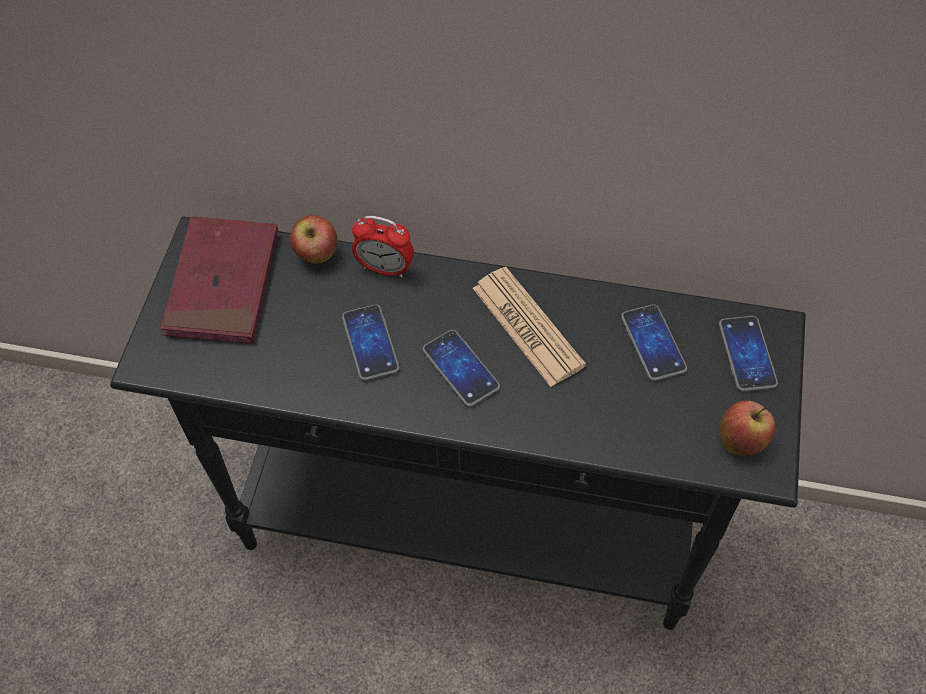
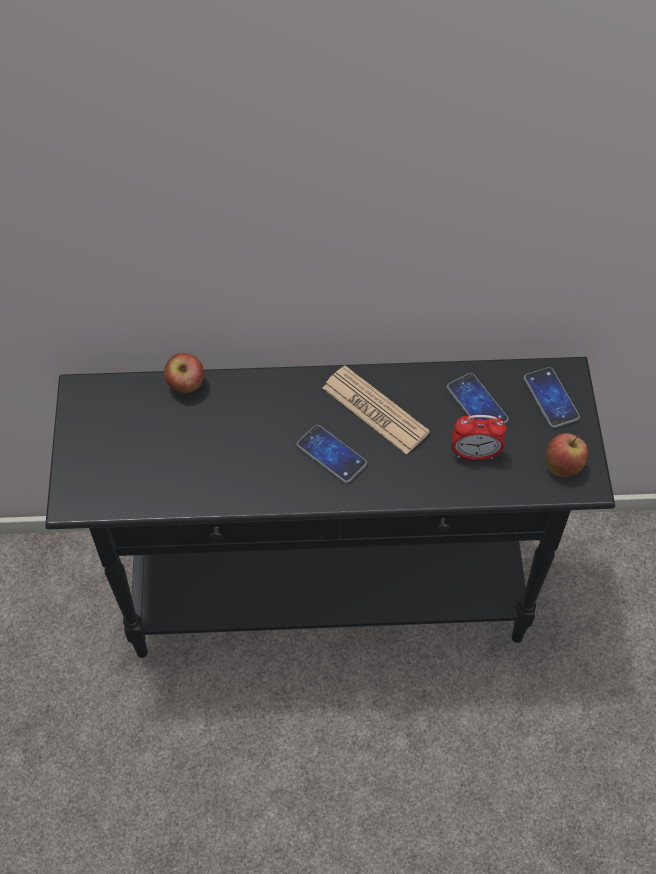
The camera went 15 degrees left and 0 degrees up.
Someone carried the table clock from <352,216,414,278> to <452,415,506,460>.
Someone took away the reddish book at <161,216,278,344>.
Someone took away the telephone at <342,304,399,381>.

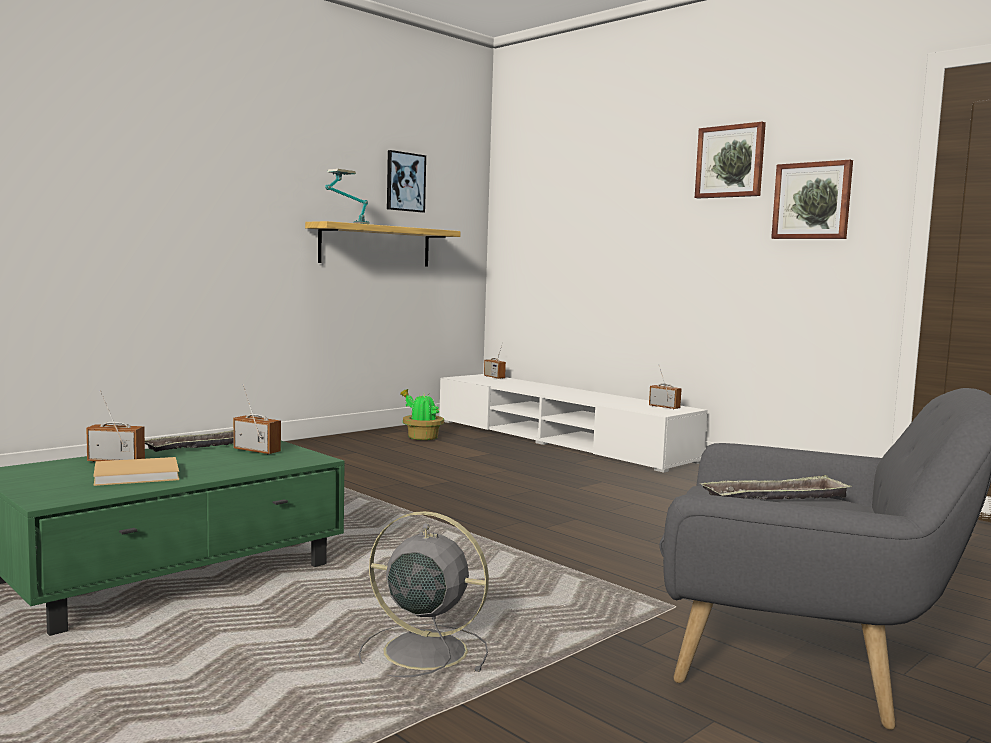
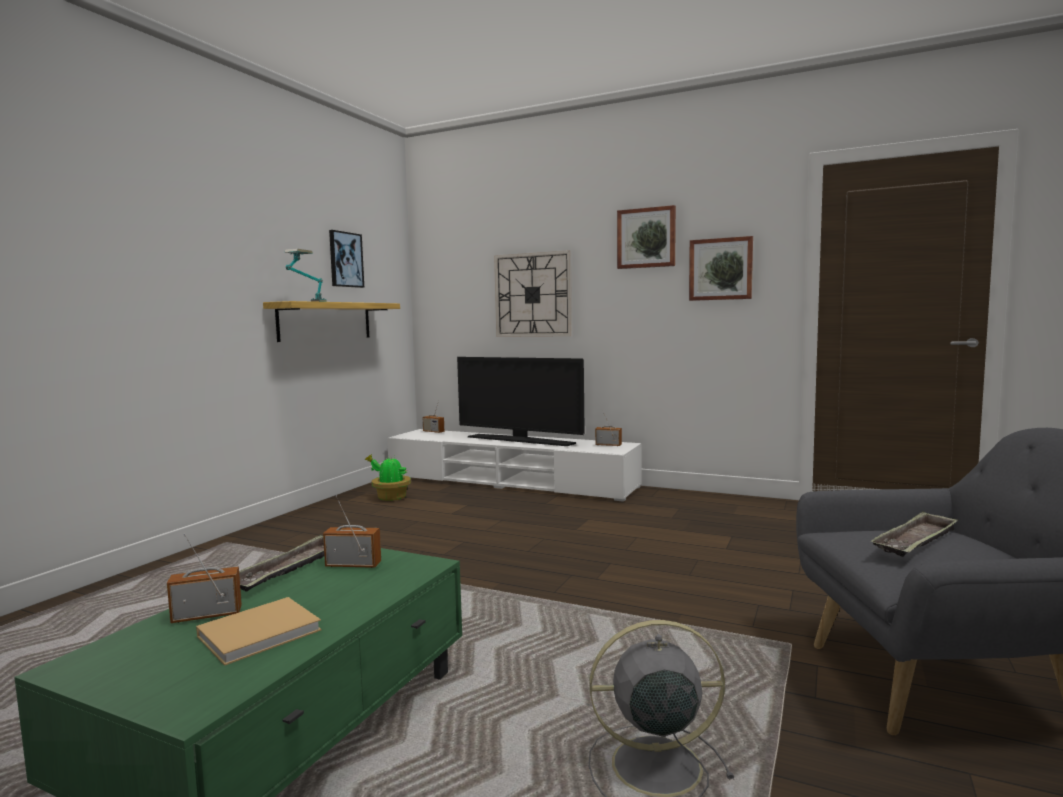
The camera went 20 degrees left and 0 degrees up.
Someone put down the television at <457,357,585,446>.
Someone put up the wall clock at <494,250,572,337>.

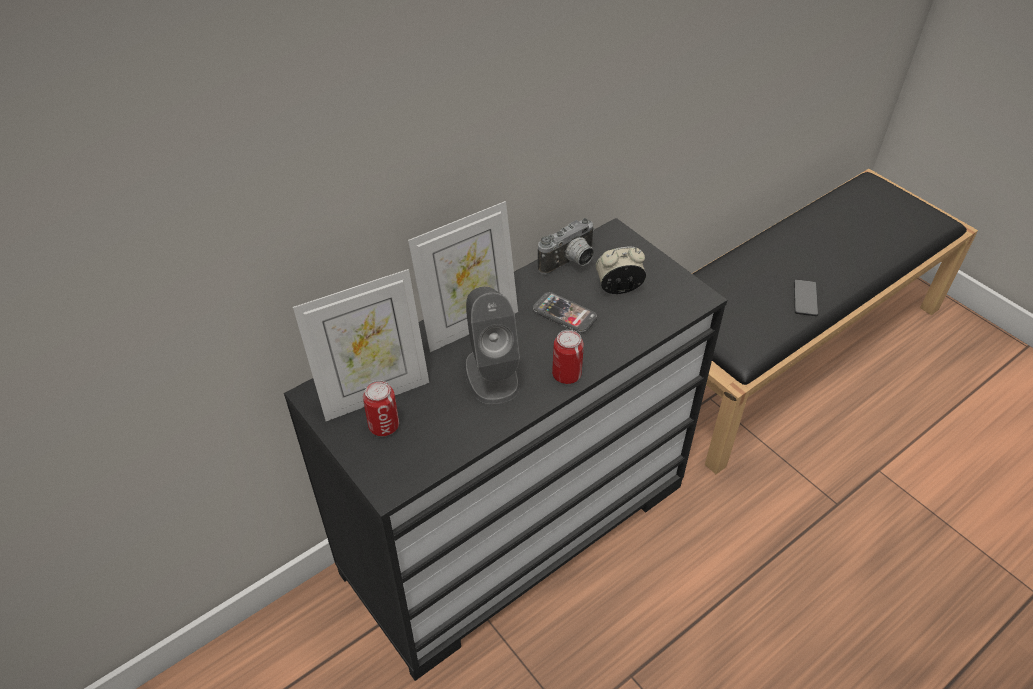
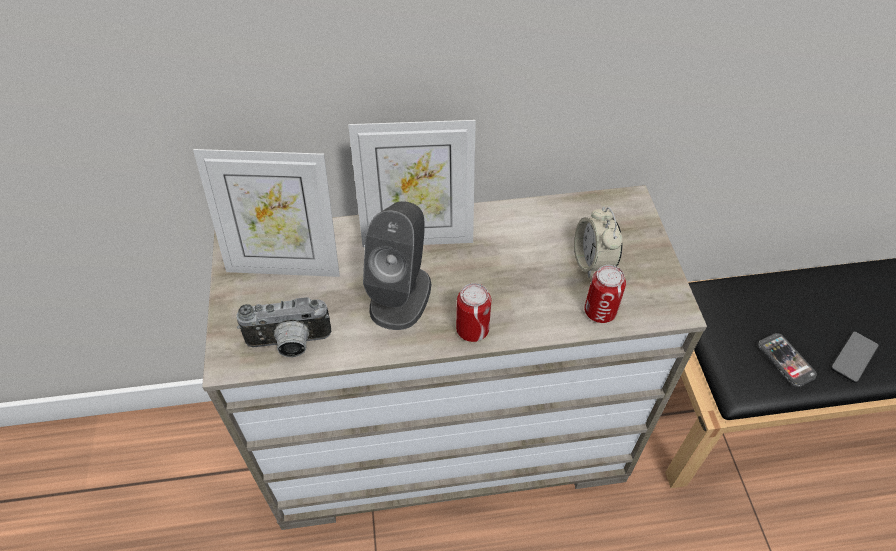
The camera went 30 degrees right and 5 degrees up.
Someone repainted the black chest of drawers at <284,218,727,681>, which became the beige-coloured chest of drawers at <202,185,707,530>.
Someone carried the still camera from <538,218,595,275> to <236,297,331,357>.
Someone rotated the table clock at <596,247,646,294> by 120 degrees counterclockwise.
Someone carried the can from <363,380,399,436> to <584,265,626,323>.
Someone carried the telephone from <533,292,597,334> to <758,333,817,387>.

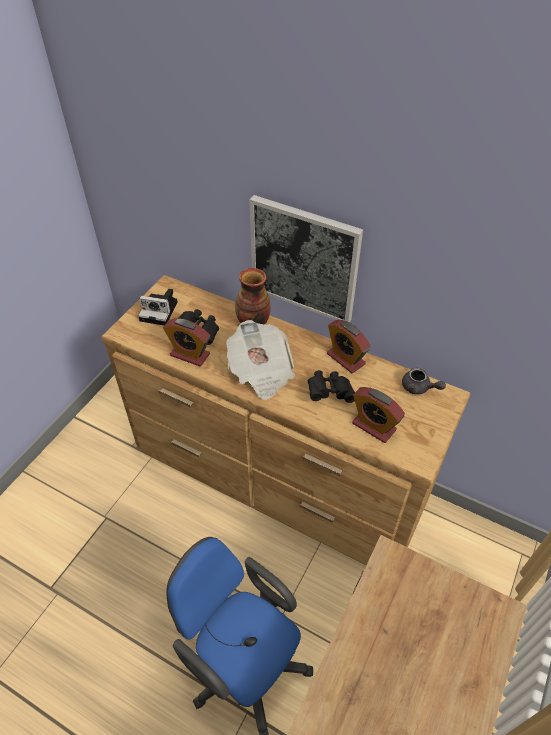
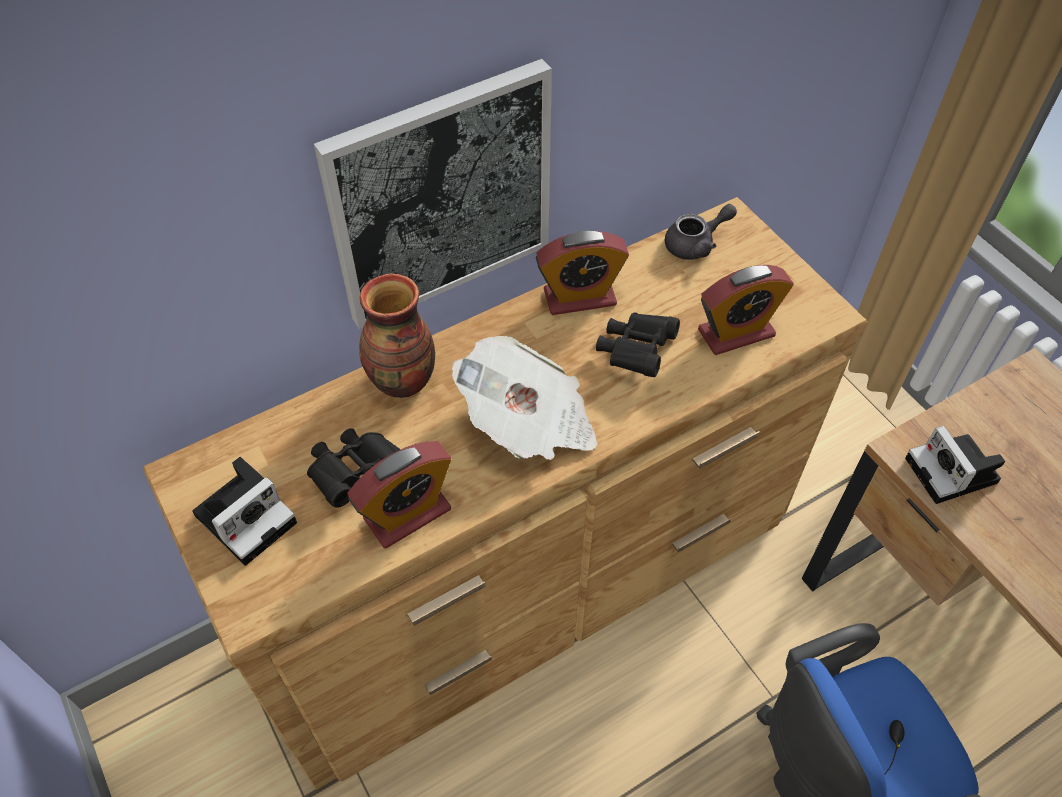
The camera went 60 degrees left and 5 degrees up.
Someone put down the still camera at <905,426,1005,504>.

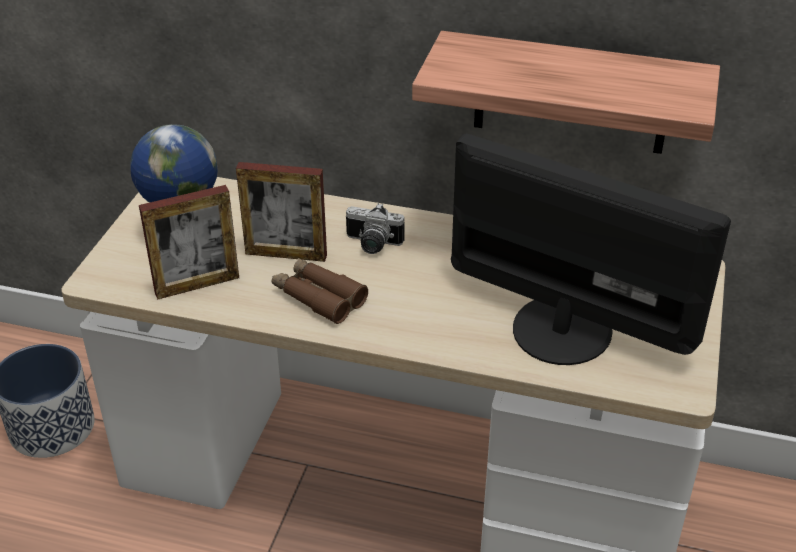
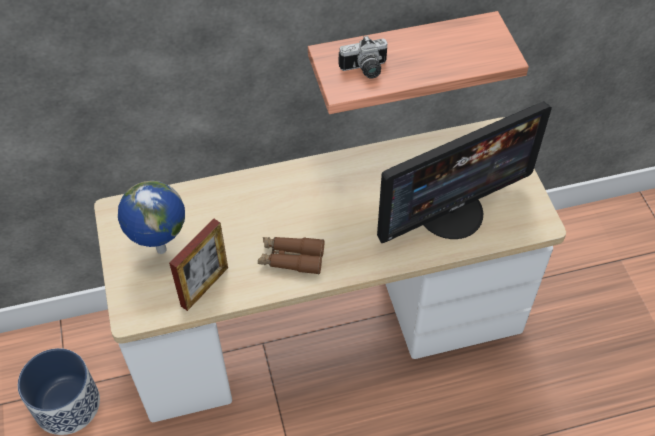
The camera went 30 degrees left and 15 degrees up.
Someone carried the still camera from <346,203,405,254> to <339,35,388,79>.
Someone rotated the monitor at <451,134,731,365> by 150 degrees clockwise.
Someone took away the photo frame at <236,162,327,262>.

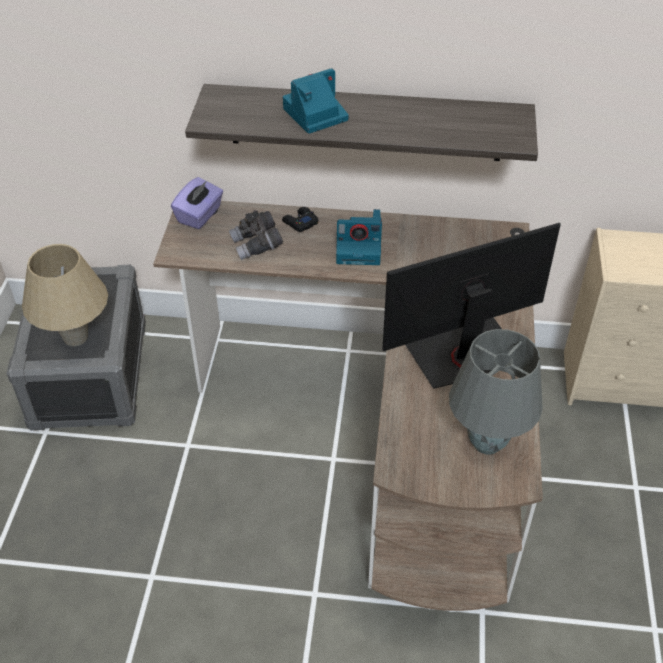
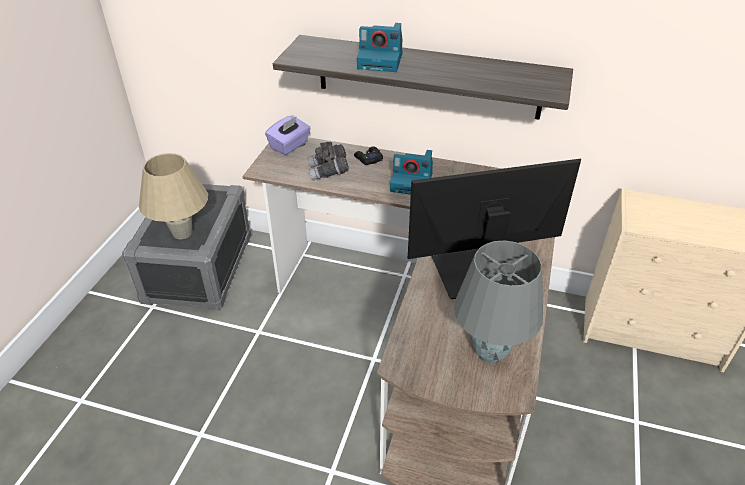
The camera went 10 degrees right and 5 degrees down.
Someone rotated the still camera at <283,68,349,134> by 150 degrees counterclockwise.

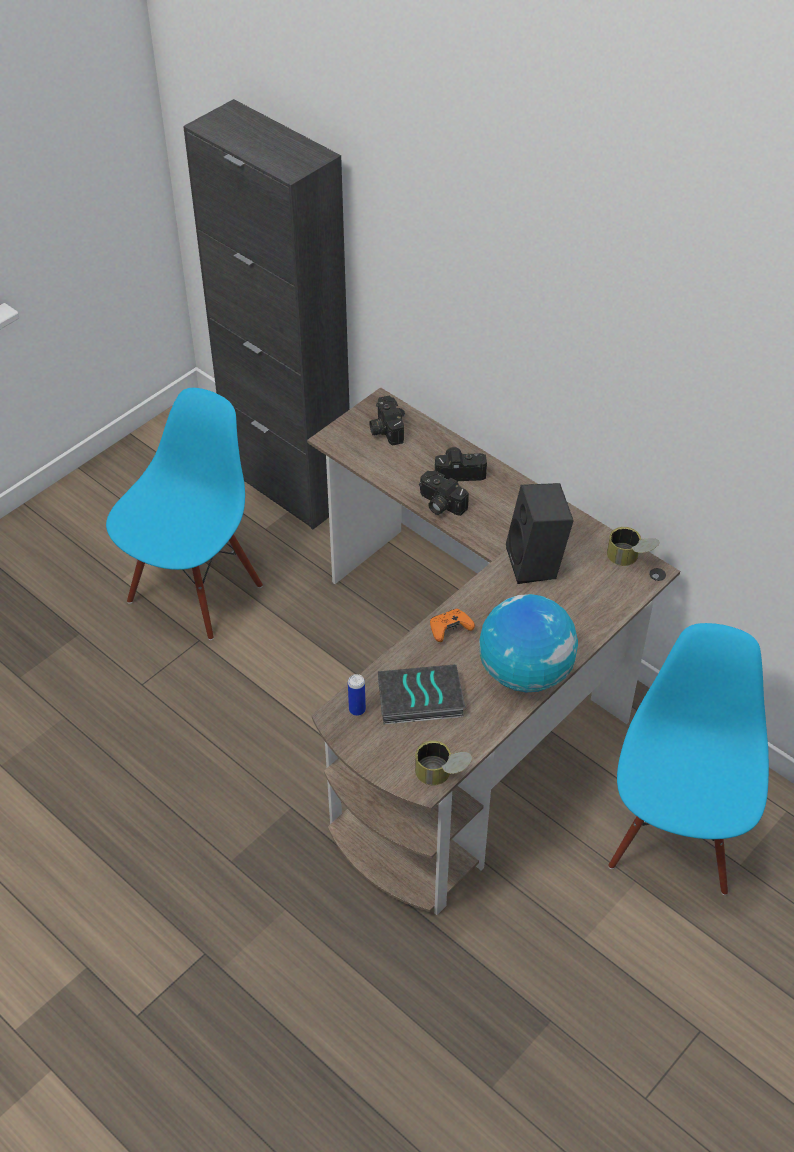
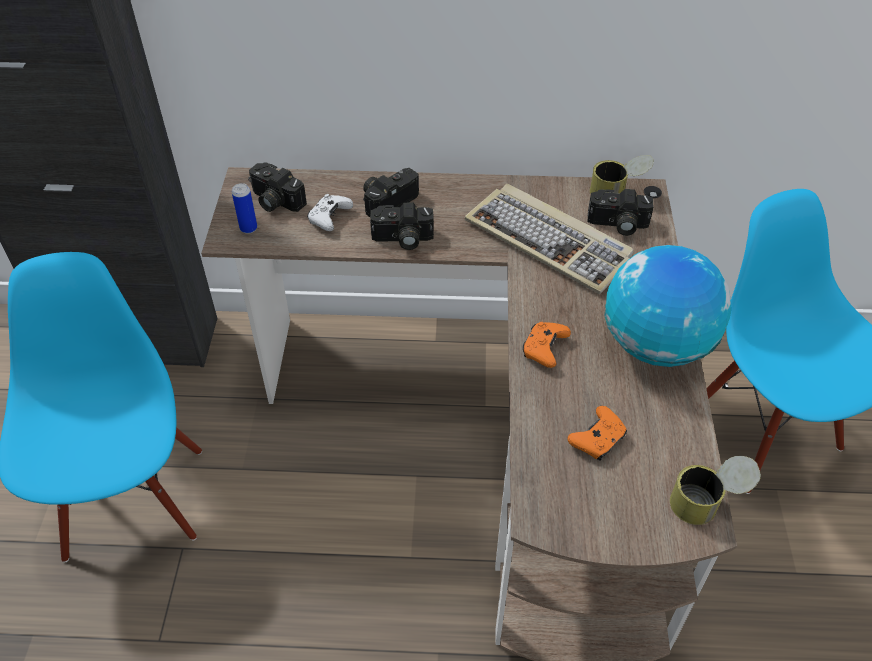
The camera went 40 degrees left and 0 degrees up.
Someone carried the can from <348,674,366,716> to <232,183,257,234>.
Someone put down the white joypad at <307,194,353,231>.
Someone swapped the black audio speaker at <506,483,574,584> for the computer keyboard at <465,184,633,294>.
Someone swapped the book at <378,664,465,724> for the orange-coloured joypad at <568,406,627,461>.
Someone put down the still camera at <587,189,653,236>.

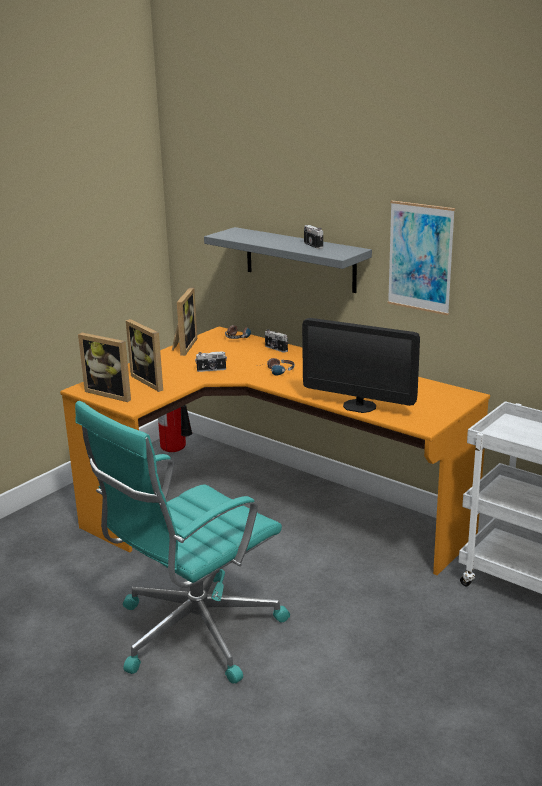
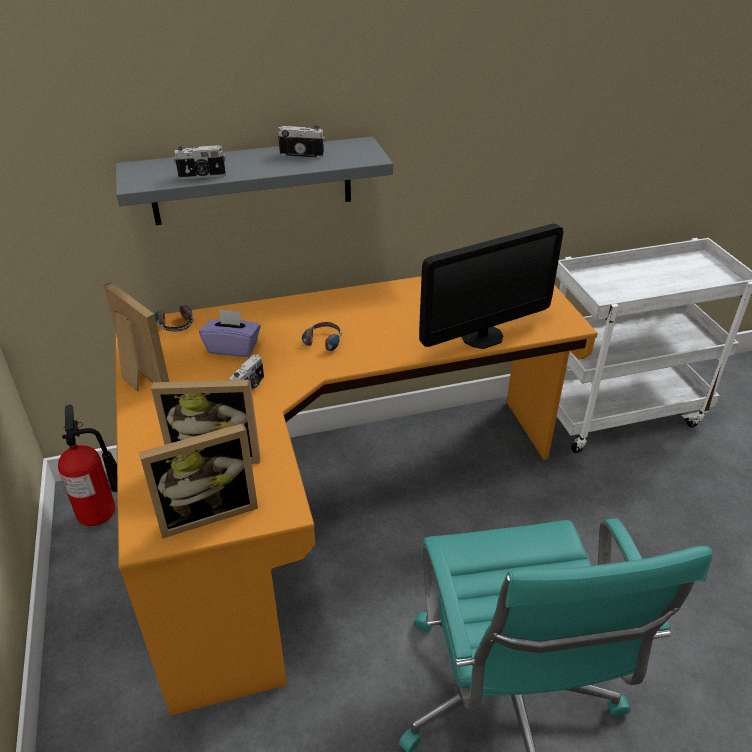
The camera went 55 degrees left and 15 degrees up.
Someone carried the still camera from <265,329,288,353> to <173,145,226,179>.
Someone put down the purplish box of tissues at <199,309,261,357>.
Someone took away the wall picture at <388,201,455,315>.

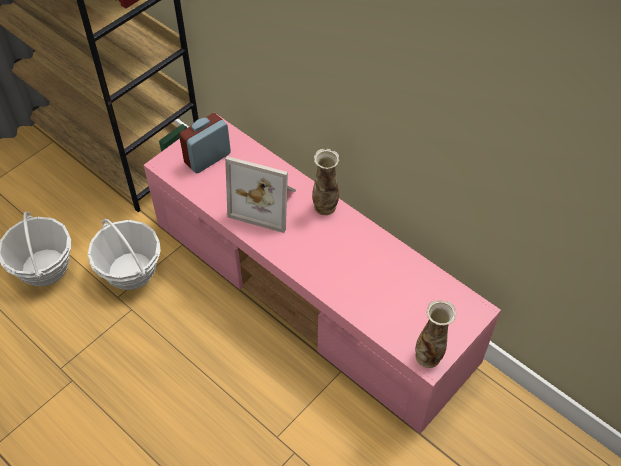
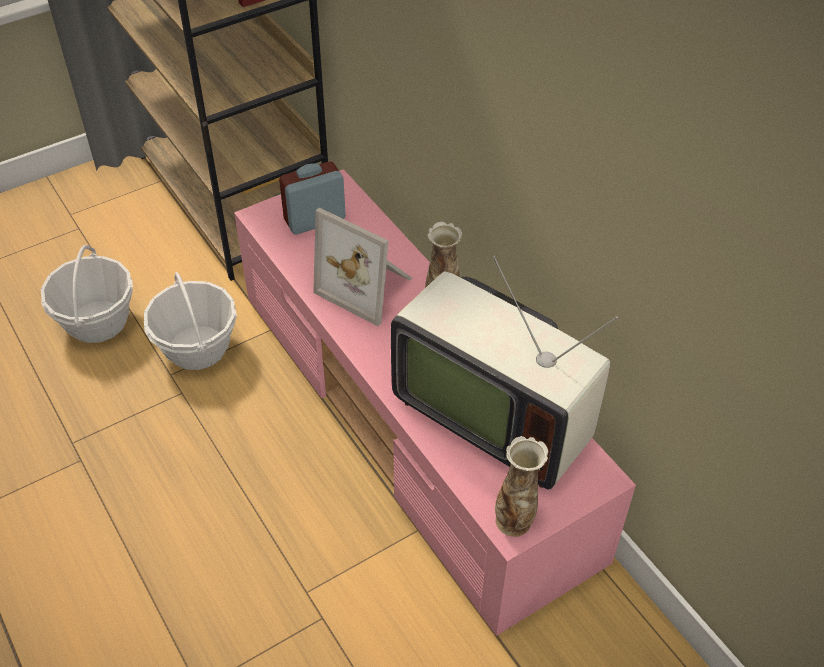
The camera went 15 degrees right and 5 degrees down.
Someone put down the television at <391,256,618,489>.

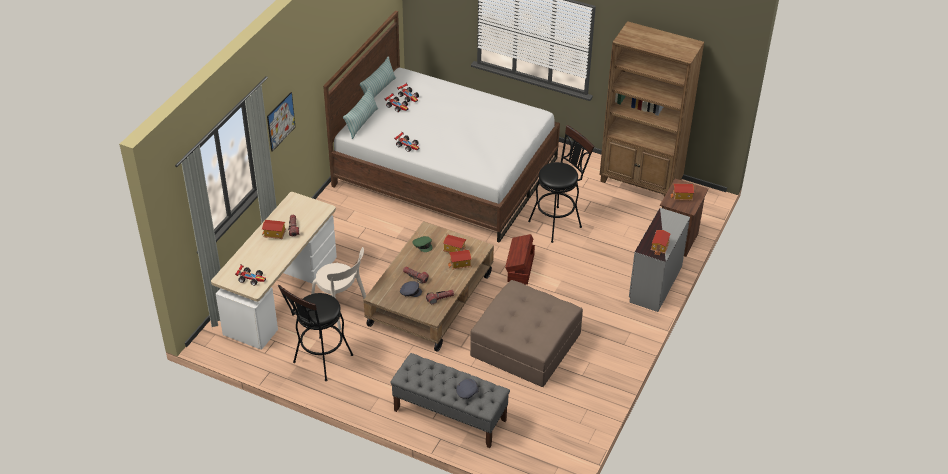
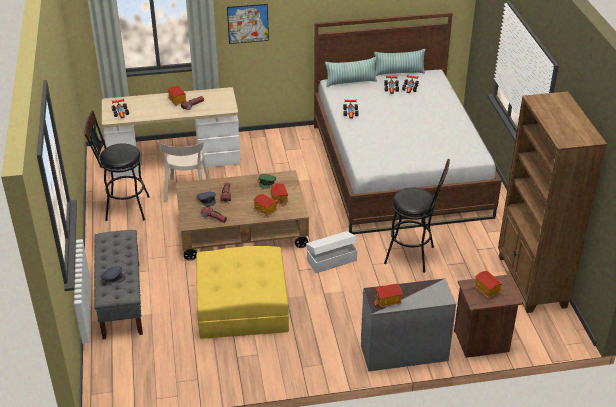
The camera went 55 degrees right and 5 degrees down.
Someone repainted the brown ottoman at <470,280,583,387>, which became the yellow-coloured ottoman at <196,246,289,339>.
Someone repainted the brown storage bin at <505,234,535,285>, which became the white storage bin at <306,231,357,273>.

